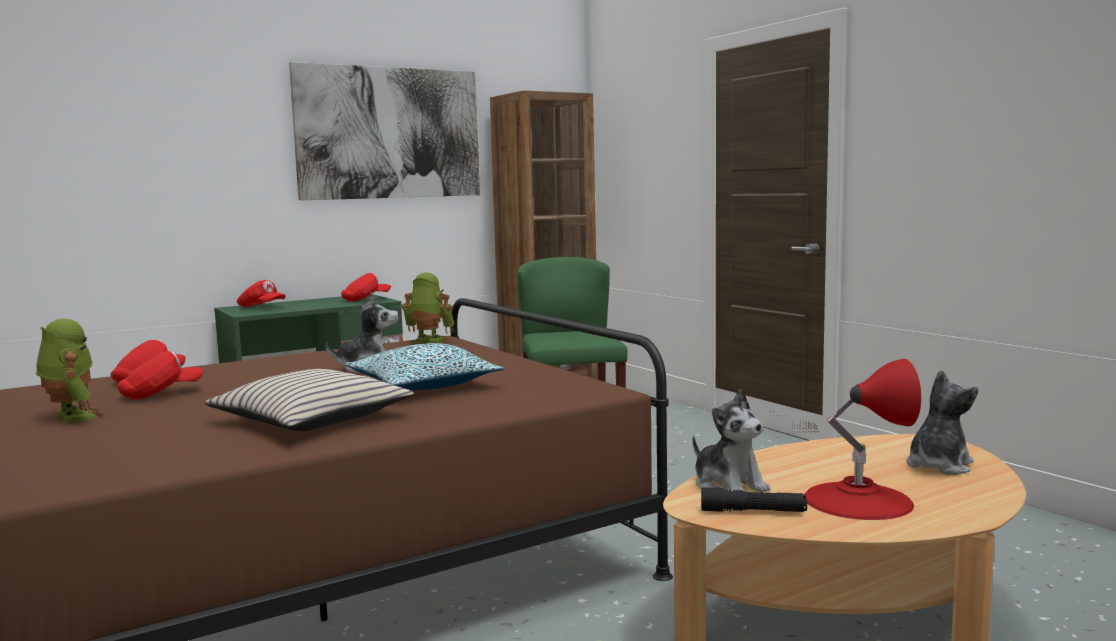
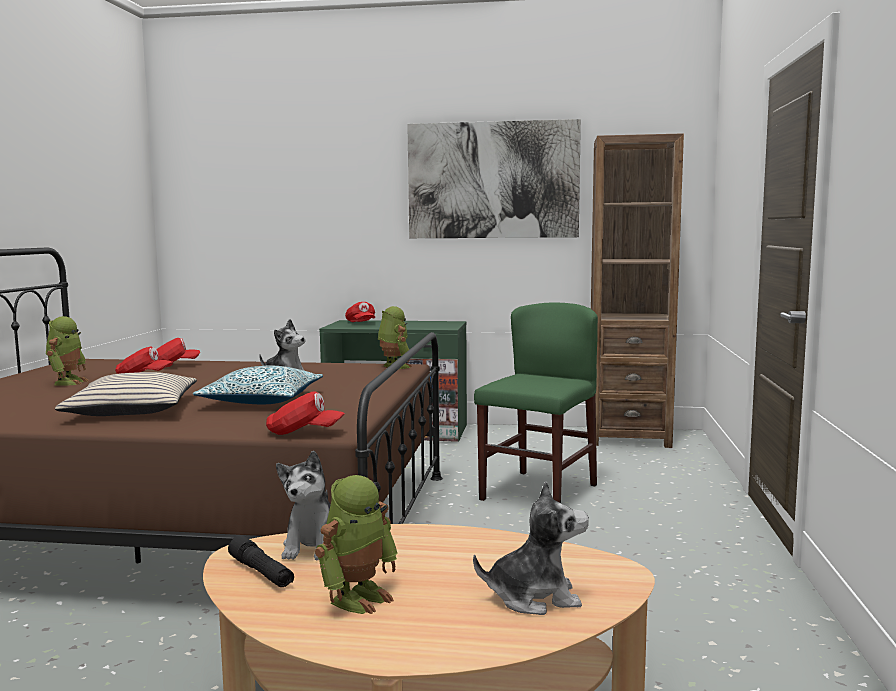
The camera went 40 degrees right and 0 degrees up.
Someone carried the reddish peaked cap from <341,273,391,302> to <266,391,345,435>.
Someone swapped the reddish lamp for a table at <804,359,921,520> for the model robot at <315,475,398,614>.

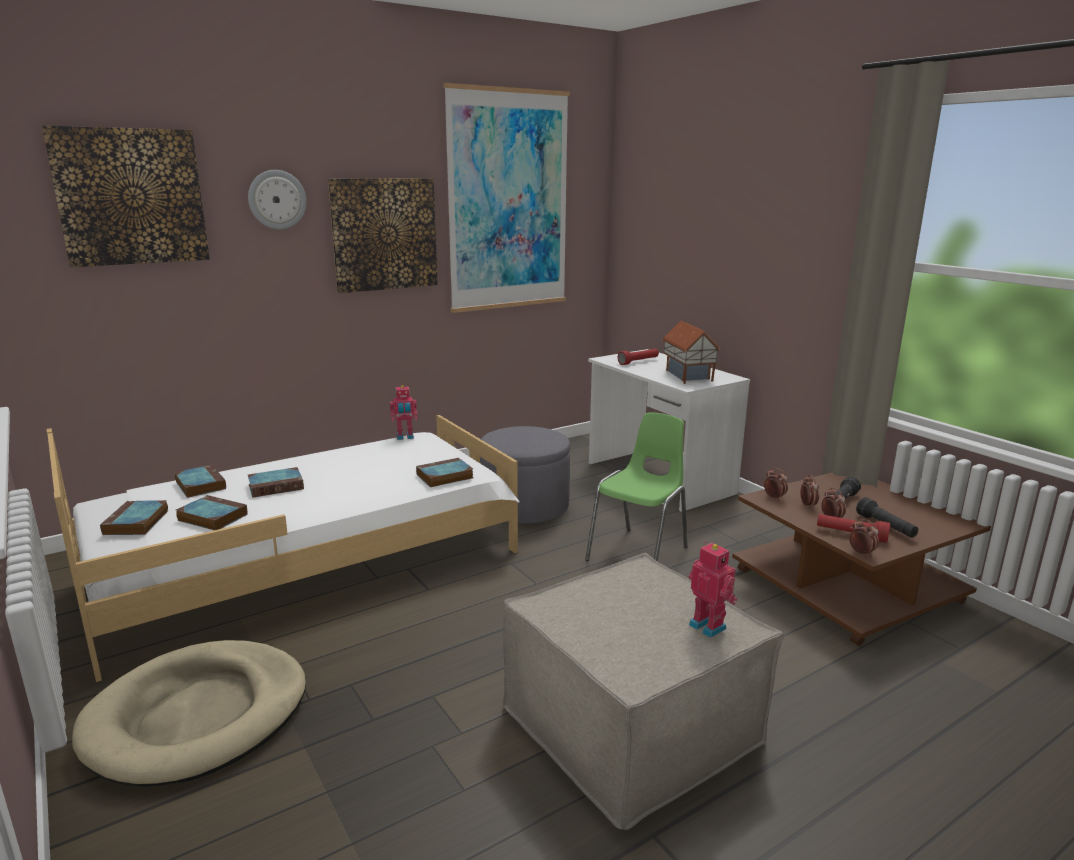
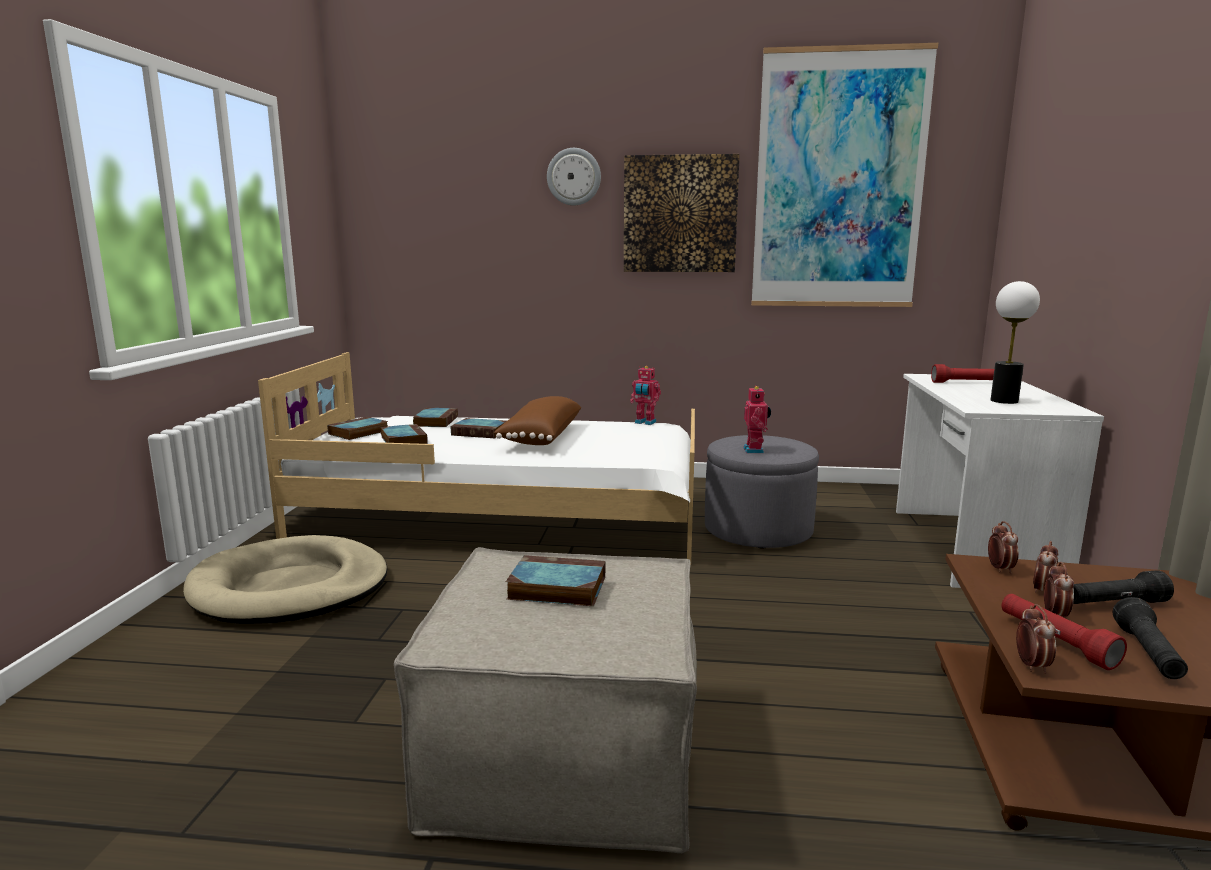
The camera went 40 degrees right and 5 degrees down.
Someone put down the brown cushion at <494,396,581,445>.
Someone carried the book from <416,458,473,487> to <506,555,605,606>.
Someone carried the model robot from <689,541,737,638> to <743,386,771,453>.
Someone swapped the miniature house at <662,320,721,384> for the lamp for a table at <991,281,1040,404>.
Someone took away the wall picture at <42,126,210,267>.
Someone took away the green-coloured chair at <585,413,688,562>.

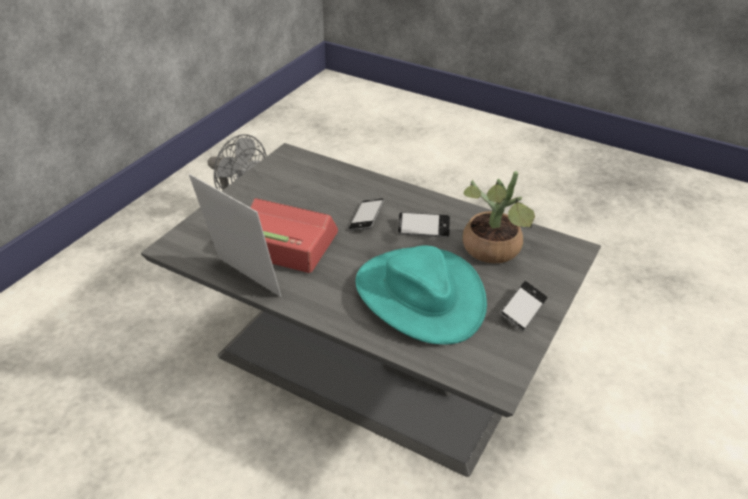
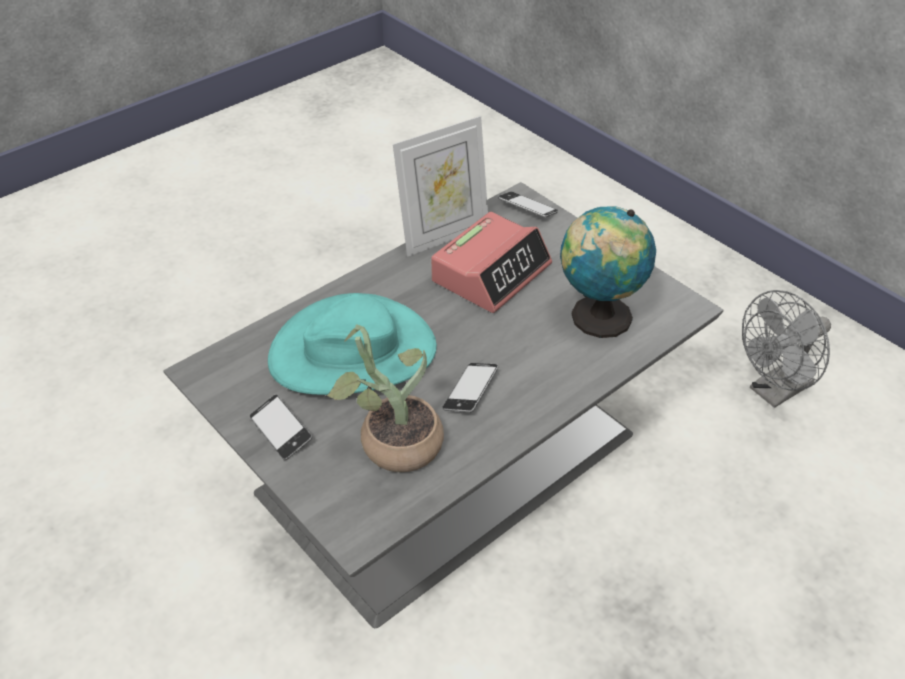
The camera went 110 degrees right and 5 degrees up.
Someone carried the telephone from <348,198,384,231> to <498,192,558,218>.
Someone put down the desk globe at <560,206,656,338>.

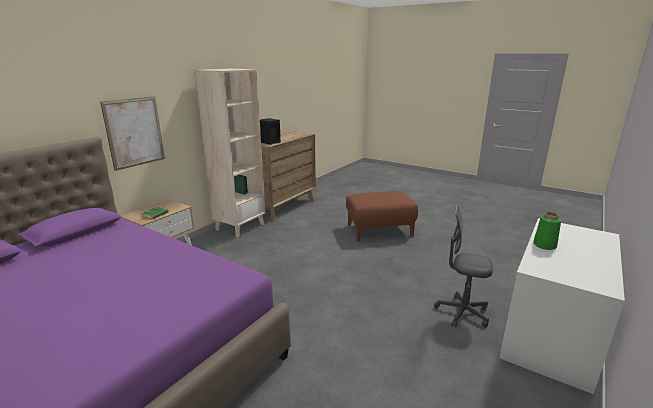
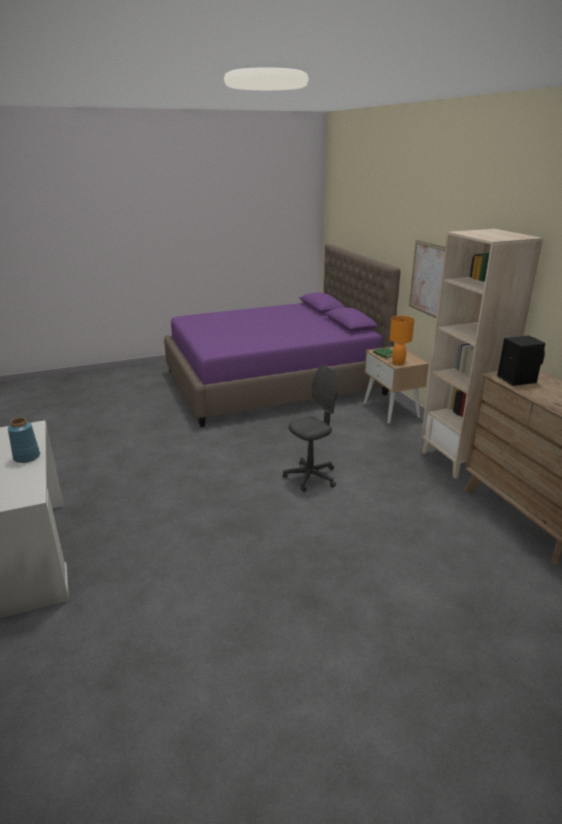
The camera went 125 degrees right and 5 degrees up.
Someone repainted the green-coloured flower vase at <533,212,561,250>, which became the blue flower vase at <8,418,40,463>.
Someone carried the greyish office chair from <434,205,493,328> to <283,365,339,492>.
Someone put down the orange-coloured lamp for a table at <390,316,414,365>.
Someone took away the brown ottoman at <346,191,418,241>.

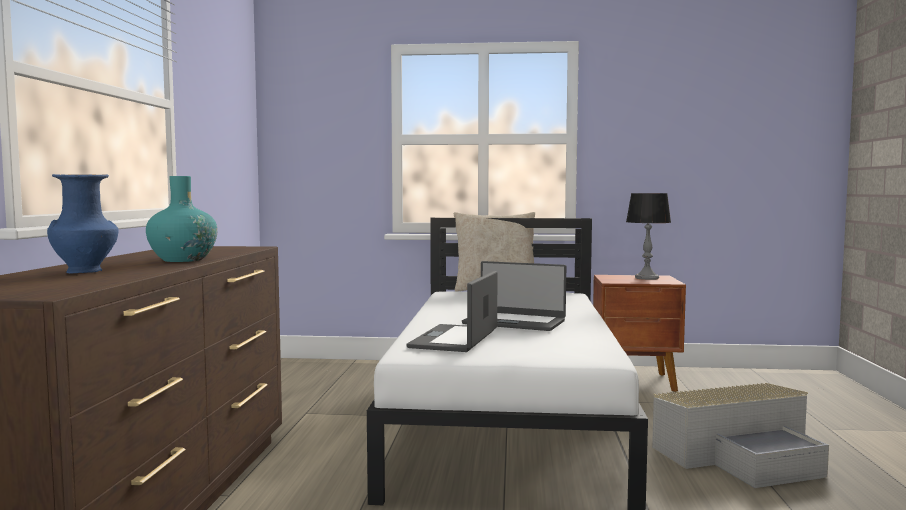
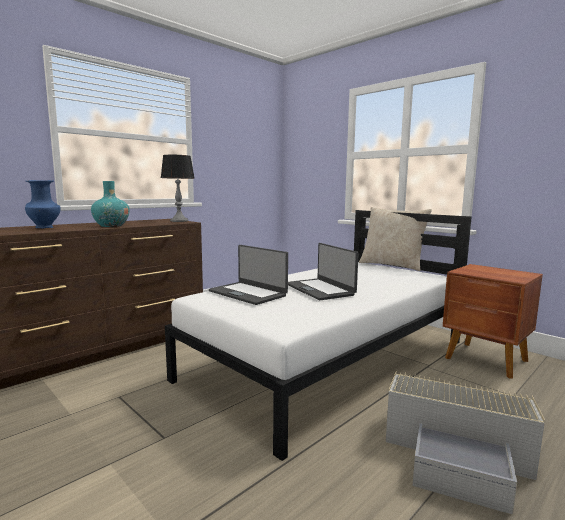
The camera went 40 degrees right and 5 degrees up.
Someone carried the lamp for a table from <626,193,671,280> to <161,155,195,222>.
Someone rotated the portable computer at <406,271,498,352> by 105 degrees counterclockwise.

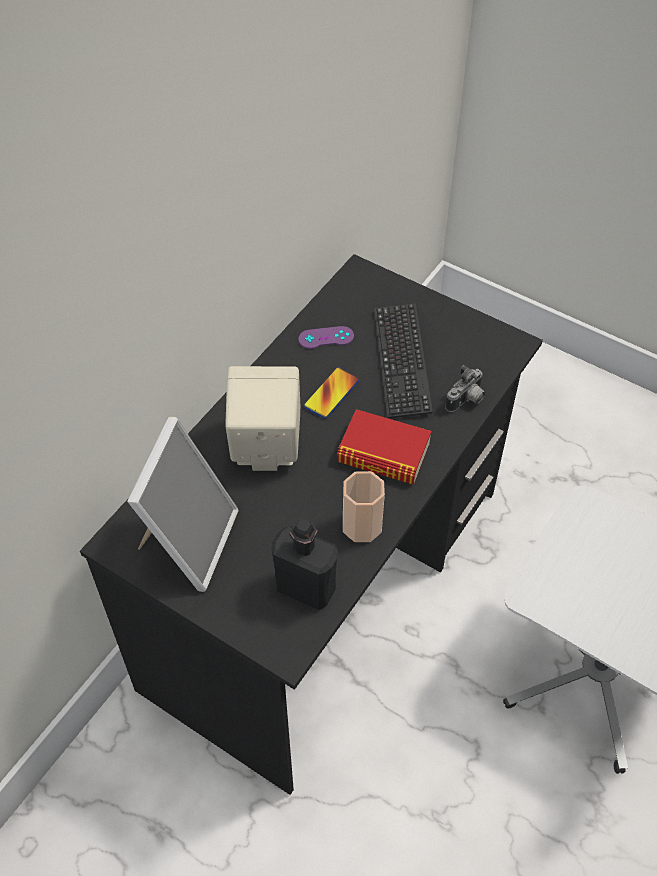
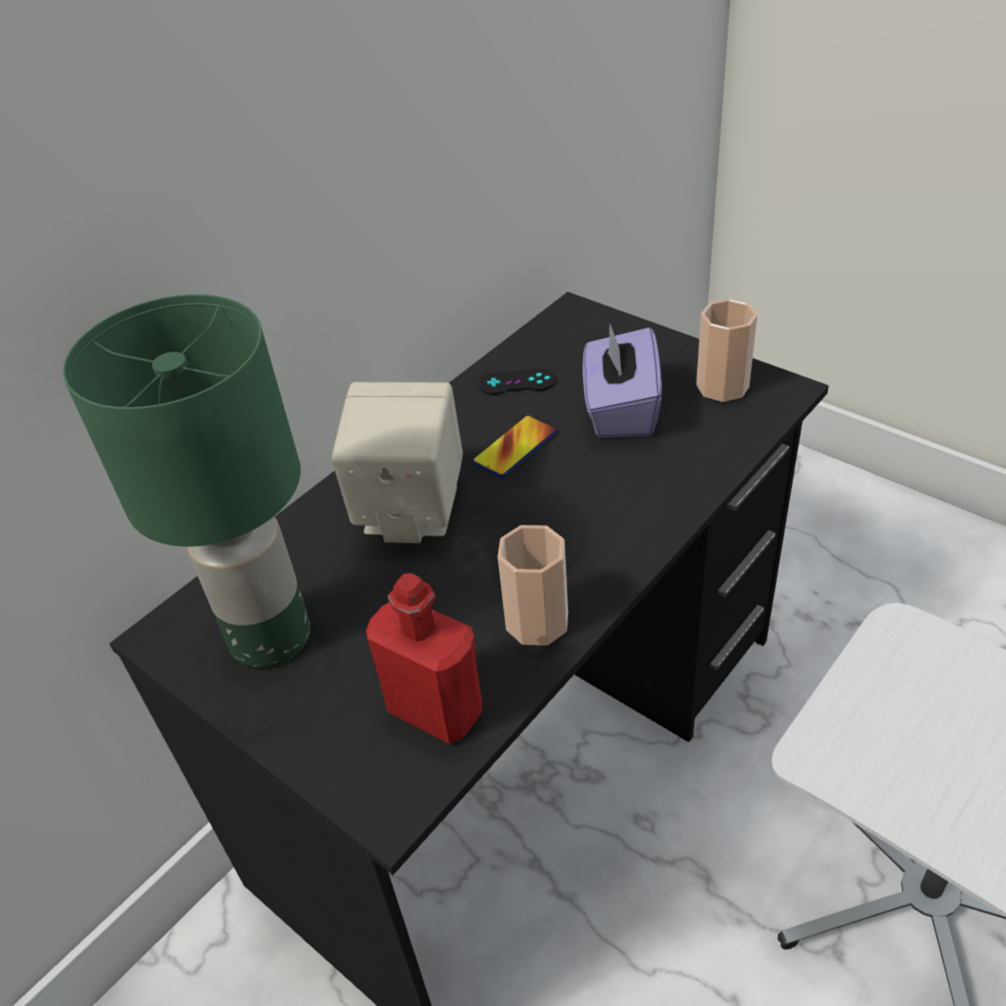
The camera went 10 degrees right and 10 degrees down.
Someone swapped the photo frame at <127,416,238,592> for the green-coloured lamp for a table at <63,294,311,668>.
Someone repainted the black bottle at <271,519,338,610>, which became the reddish bottle at <366,573,482,744>.
Someone repainted the purplish joypad at <298,326,354,349>, which became the black joypad at <478,368,556,395>.
Someone swapped the computer keyboard at <374,303,433,419> for the purplish box of tissues at <583,324,662,438>.
Someone put down the cup at <696,299,757,402>.
Someone took away the book at <337,409,431,484>.
Someone took away the still camera at <445,365,485,412>.

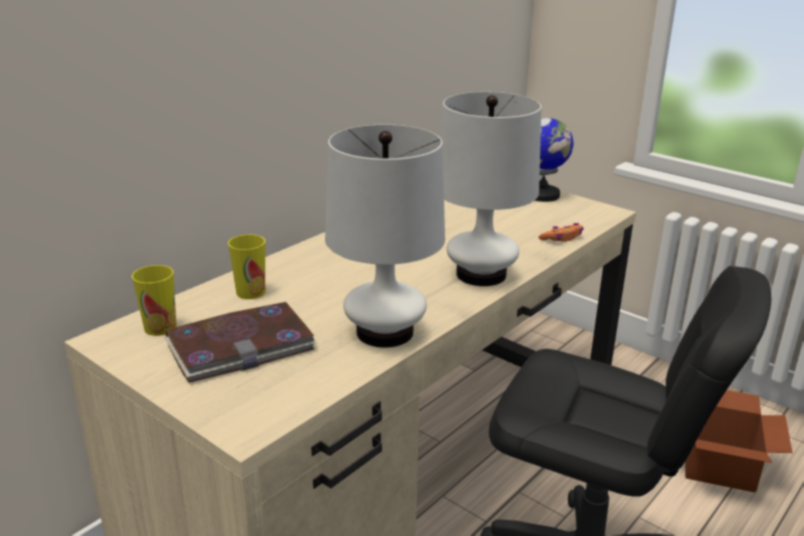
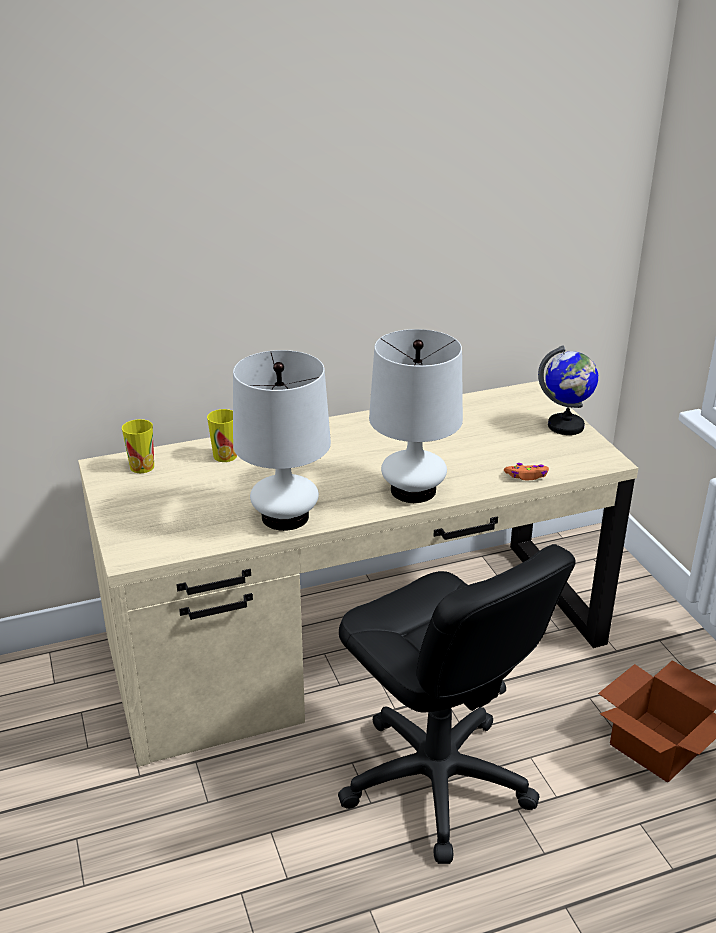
The camera went 30 degrees right and 5 degrees up.
Someone took away the book at <164,302,317,383>.

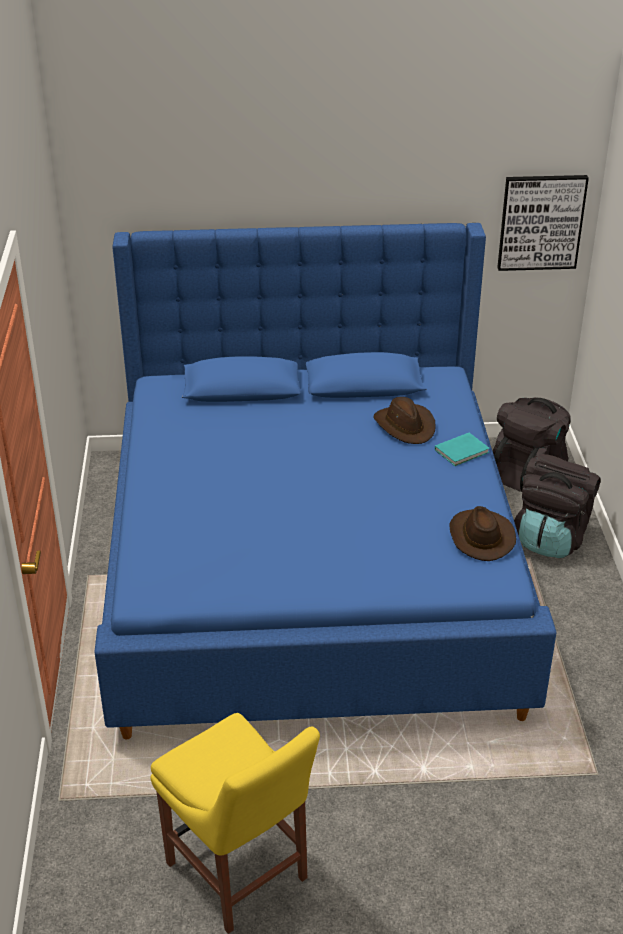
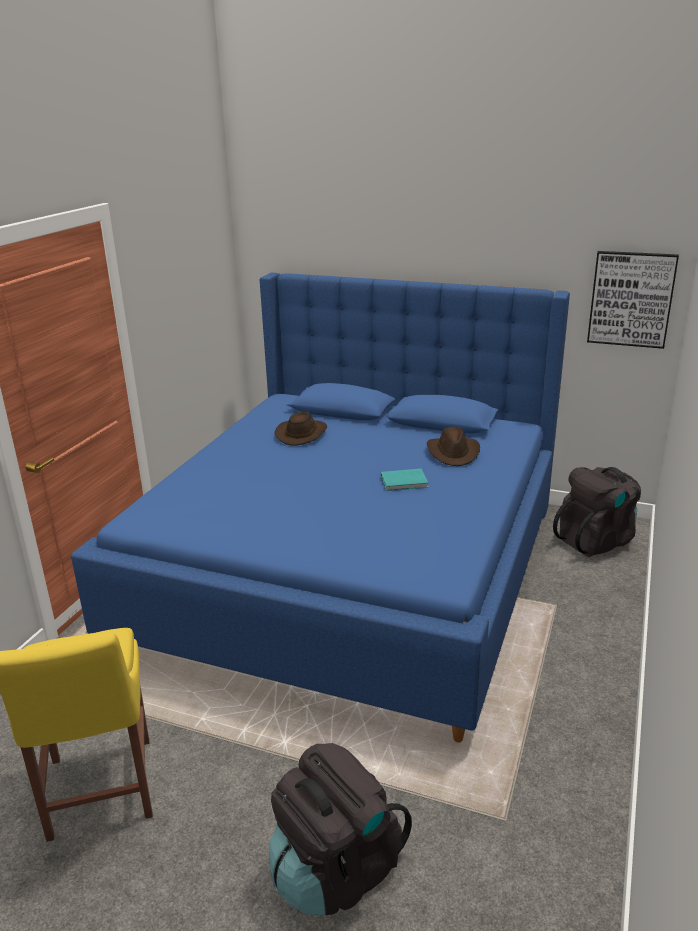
The camera went 25 degrees right and 10 degrees down.
Someone carried the black rucksack from <514,454,601,558> to <269,743,412,915>.
Someone carried the brown wearable hat from <449,506,516,561> to <274,412,327,446>.
Someone carried the turquoise-coloured book from <435,433,490,466> to <381,469,428,491>.

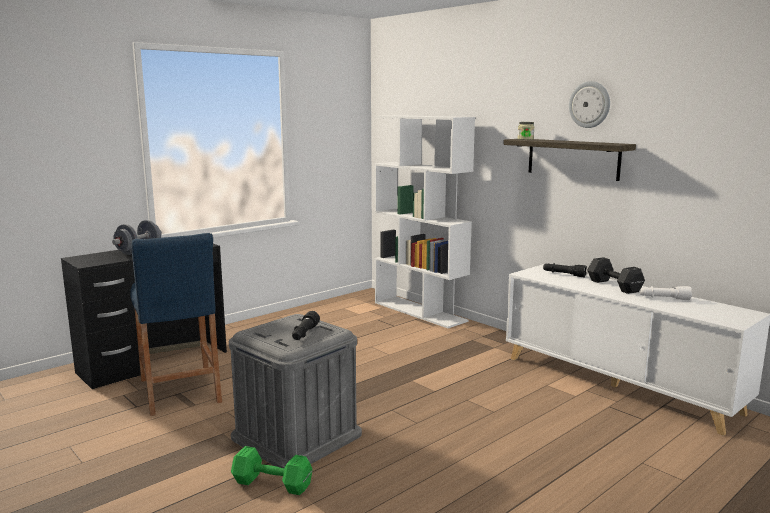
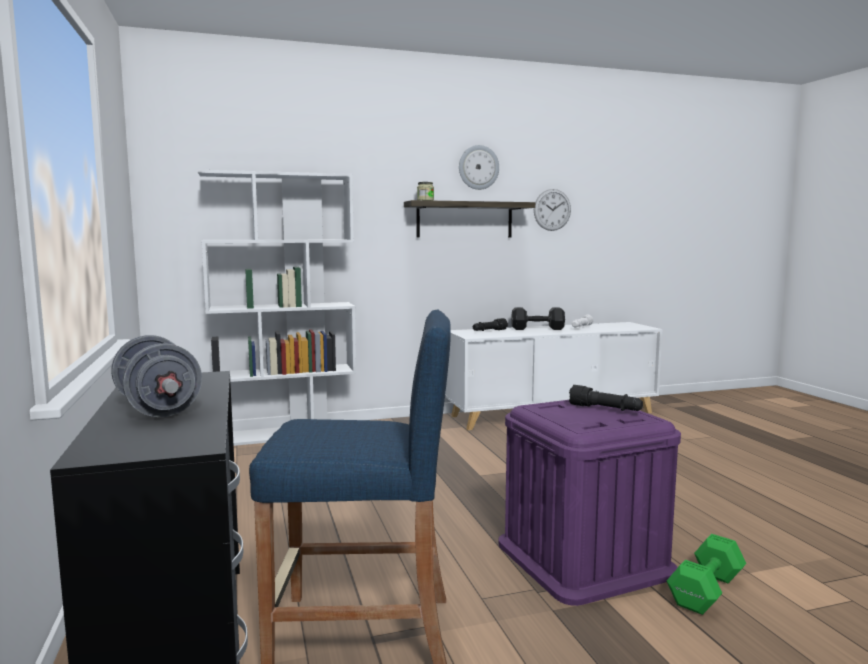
The camera went 65 degrees left and 5 degrees down.
Someone repainted the greyish storage bin at <229,314,362,468>, which became the purplish storage bin at <499,400,681,606>.
Someone put up the wall clock at <534,189,571,231>.

